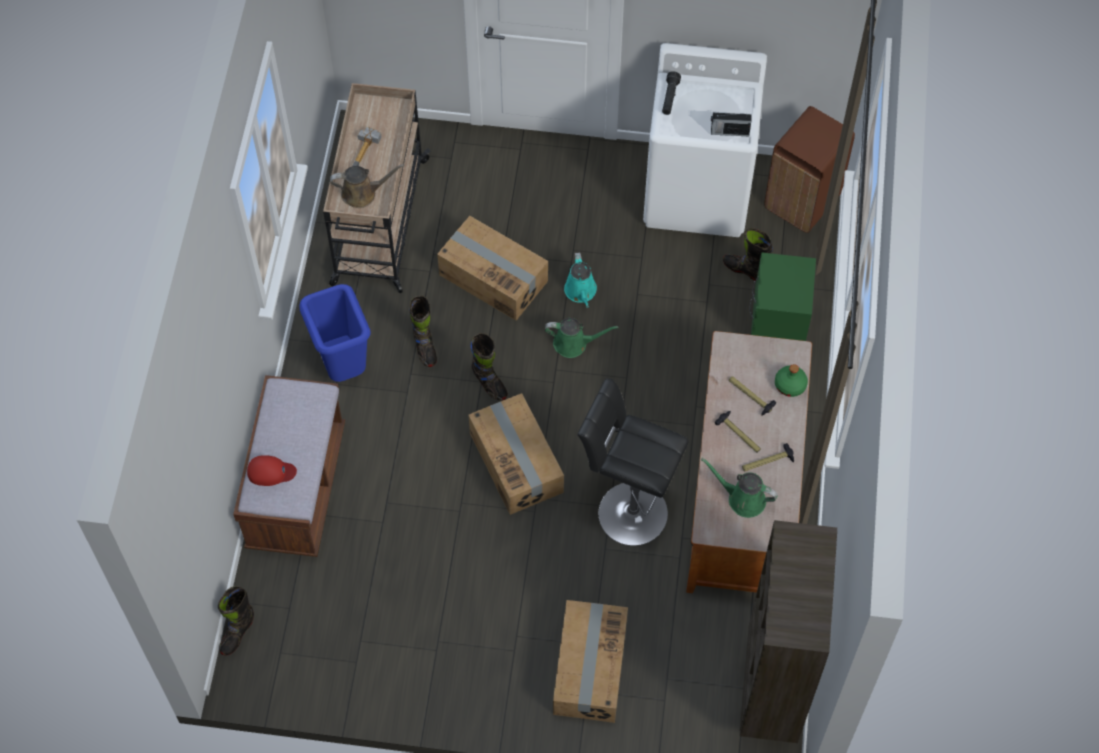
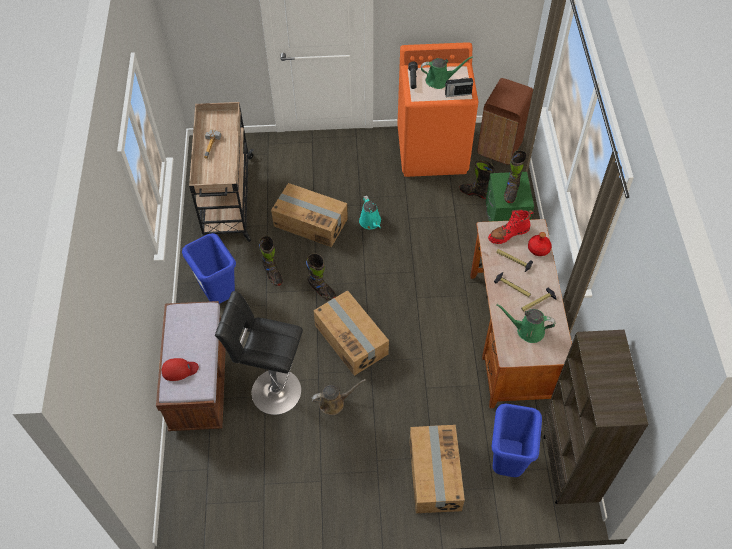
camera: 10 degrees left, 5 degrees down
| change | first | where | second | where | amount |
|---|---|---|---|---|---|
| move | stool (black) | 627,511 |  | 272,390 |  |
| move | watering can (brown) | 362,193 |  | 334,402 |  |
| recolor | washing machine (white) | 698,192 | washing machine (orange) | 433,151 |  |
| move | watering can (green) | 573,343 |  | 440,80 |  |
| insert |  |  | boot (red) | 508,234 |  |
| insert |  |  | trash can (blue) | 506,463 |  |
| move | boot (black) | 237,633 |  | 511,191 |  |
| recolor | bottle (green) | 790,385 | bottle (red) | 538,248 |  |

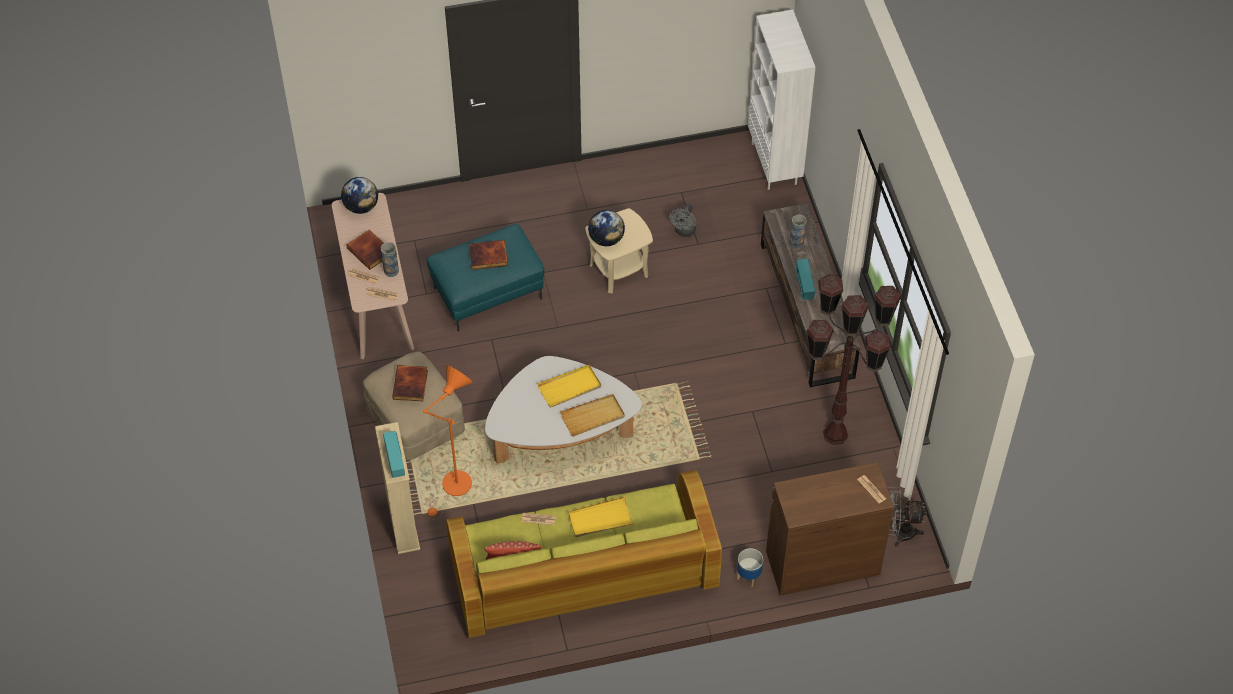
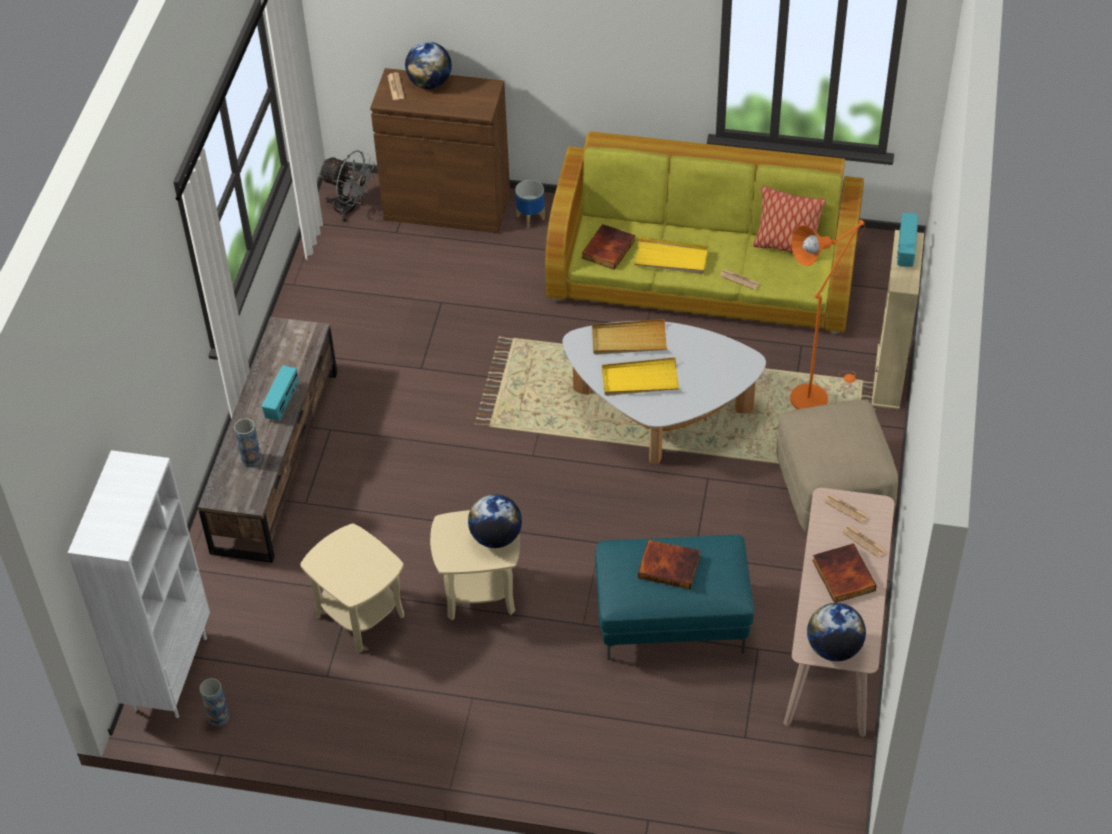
camera: 155 degrees left, 5 degrees down
| change | first | where | second | where | amount |
|---|---|---|---|---|---|
| move | vase | 391,271 |  | 218,717 |  |
| replace | fan (grey) | 684,232 | side table (beige) | 359,615 |  |
| insert |  |  | globe | 430,83 |  |
| move | book | 411,385 |  | 607,248 |  |
| delete | floor lamp (brown) | 835,433 |  |  |  |

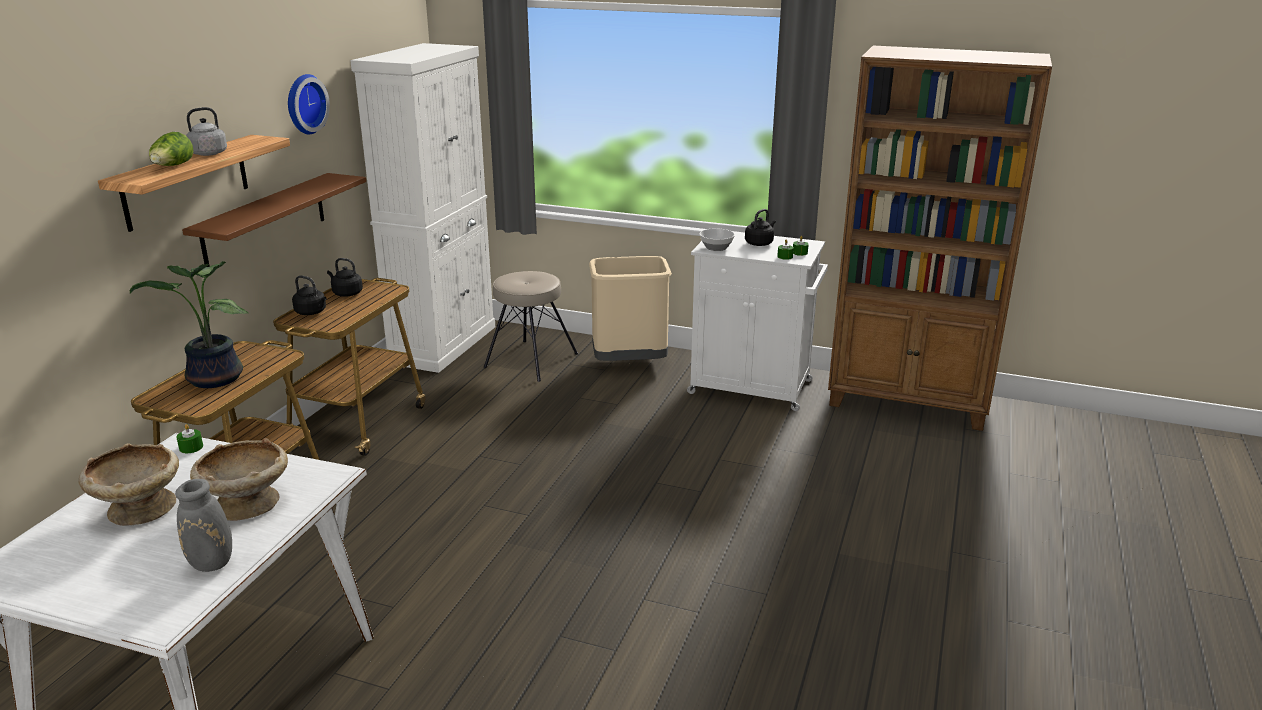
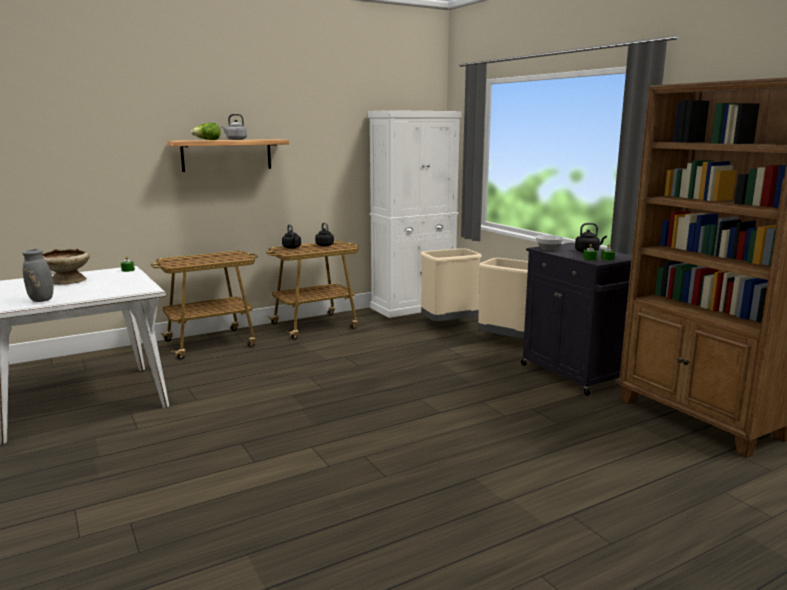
camera: 40 degrees right, 10 degrees down
| change | first | where | second | where | amount |
|---|---|---|---|---|---|
| replace | stool (beige) | 530,360 | trash can (beige) | 449,325 |  |
| recolor | cabinet (white) | 753,387 | cabinet (black) | 576,374 |  |
| delete | potted plant | 212,380 |  |  |  |
| delete | shelf (brown) | 265,221 |  |  |  |
| delete | bowl (beige) | 247,505 |  |  |  |
| delete | wall clock | 303,104 |  |  |  |

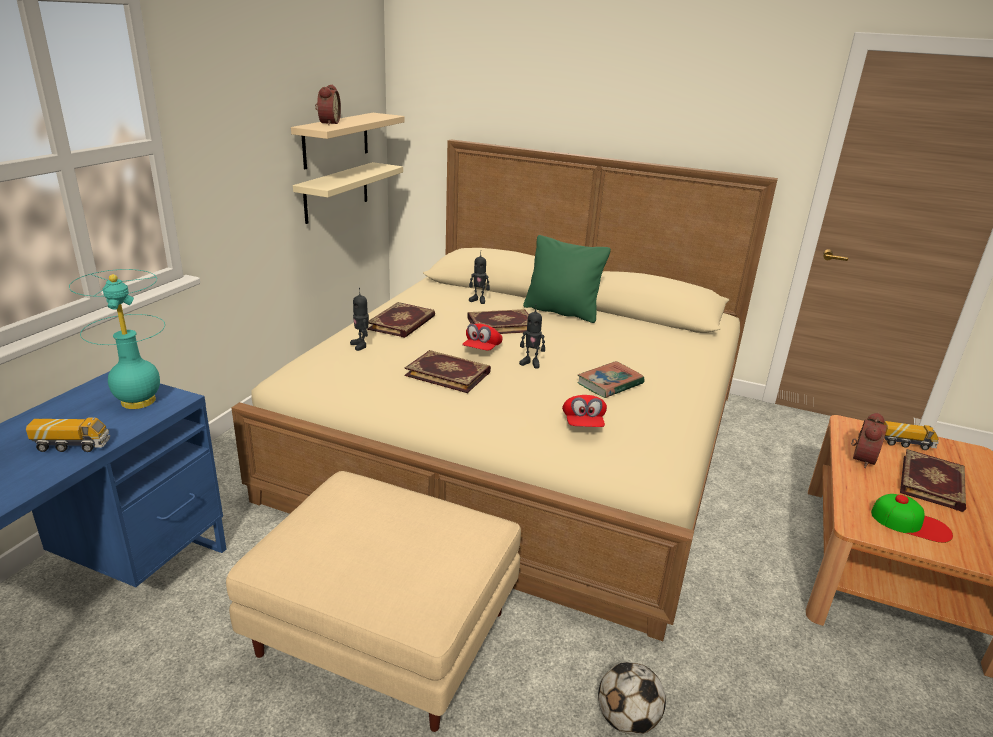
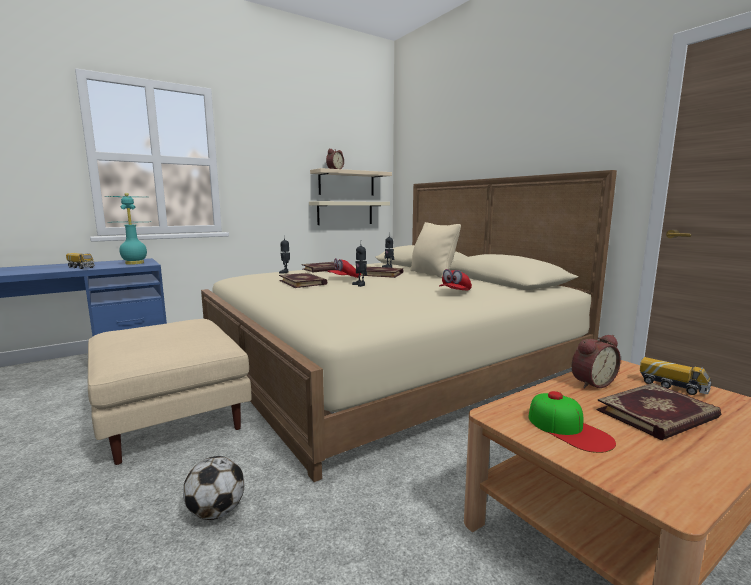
camera: 35 degrees right, 15 degrees down
| change | first | where | second | where | amount |
|---|---|---|---|---|---|
| recolor | pillow (green) | 562,312 | pillow (beige) | 432,274 |  |
| move | cap (red) | 583,424 |  | 455,292 |  |
| delete | book | 610,383 |  |  |  |

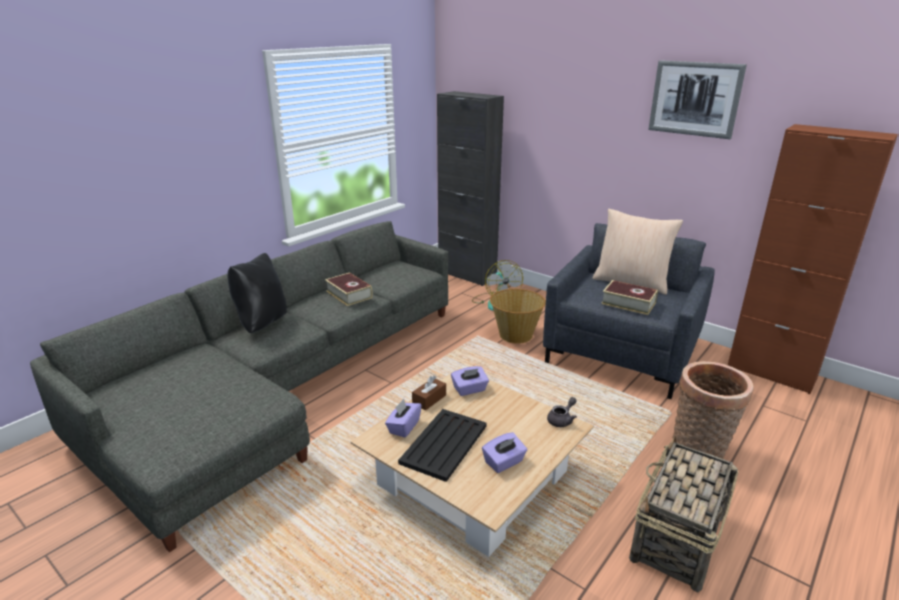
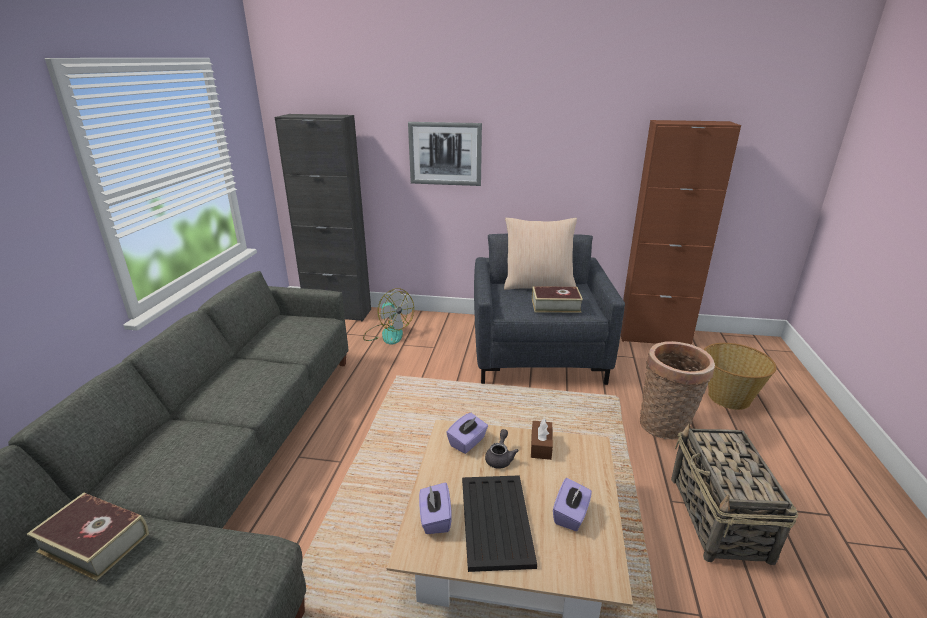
camera: 30 degrees left, 0 degrees up
| change | first | where | second | where | amount |
|---|---|---|---|---|---|
| move | book | 349,294 |  | 94,542 |  |
| move | picture | 695,99 |  | 445,153 |  |
| move | teapot (grey) | 562,420 |  | 500,458 |  |
| move | tissue box (brown) | 429,399 |  | 541,446 |  |
| move | basket | 515,334 |  | 728,397 |  |
| delete | pillow (black) | 261,323 |  |  |  |

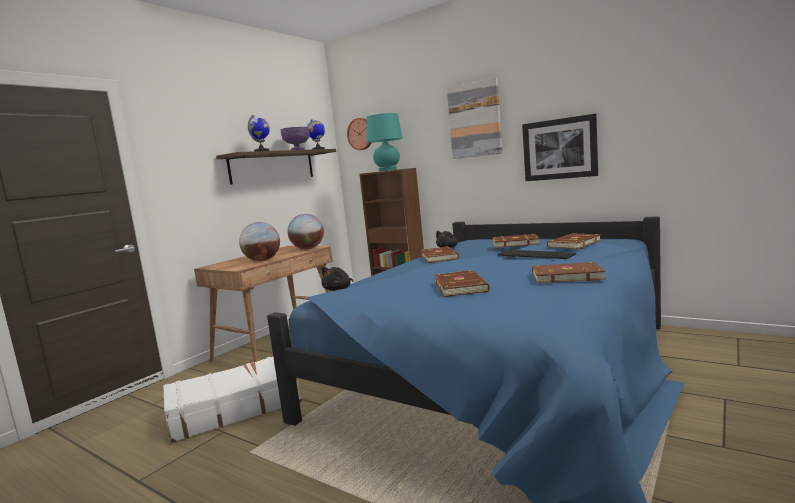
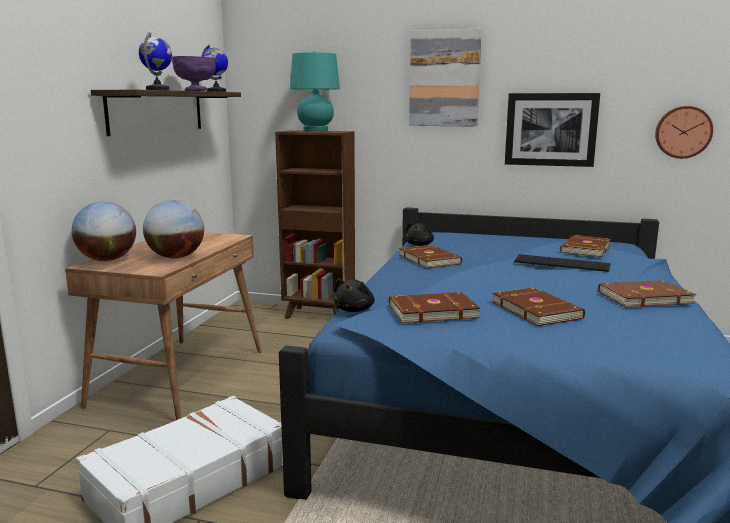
camera: 20 degrees left, 5 degrees up
| change | first | where | second | where | amount |
|---|---|---|---|---|---|
| move | globe | 308,249 |  | 107,260 |  |
| move | book (brown) | 515,243 |  | 431,311 |  |
| move | wall clock | 361,134 |  | 683,132 |  |

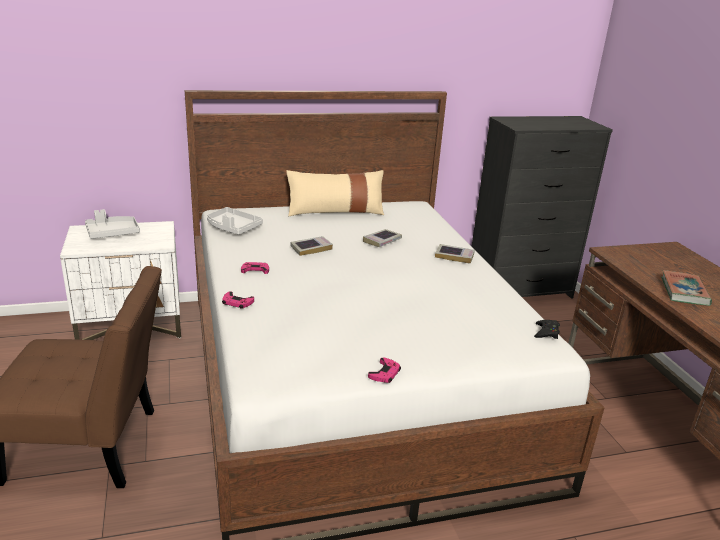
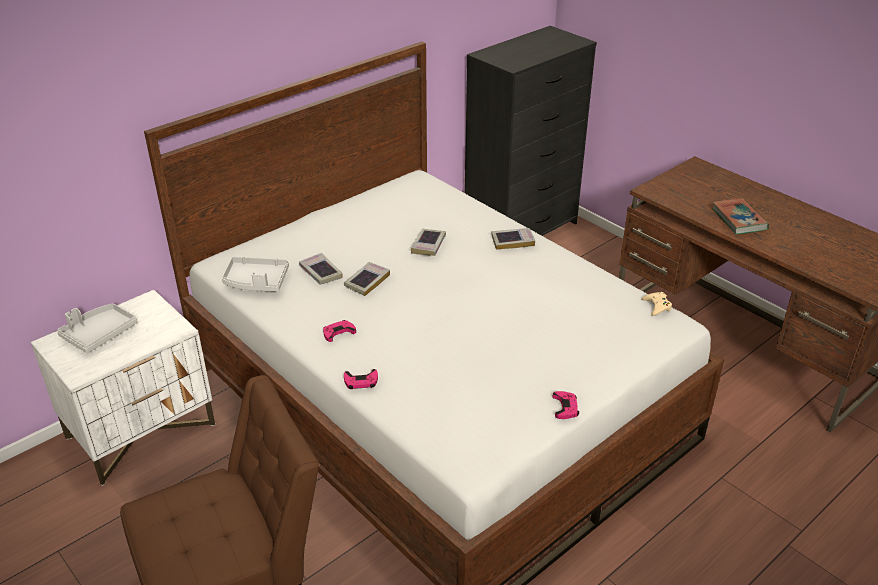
camera: 25 degrees left, 10 degrees up
| change | first | where | second | where | amount |
|---|---|---|---|---|---|
| insert |  |  | book | 320,272 |  |
| recolor | game controller (black) | 546,332 | game controller (beige) | 657,306 |  |
| delete | pillow (beige) | 335,211 |  |  |  |

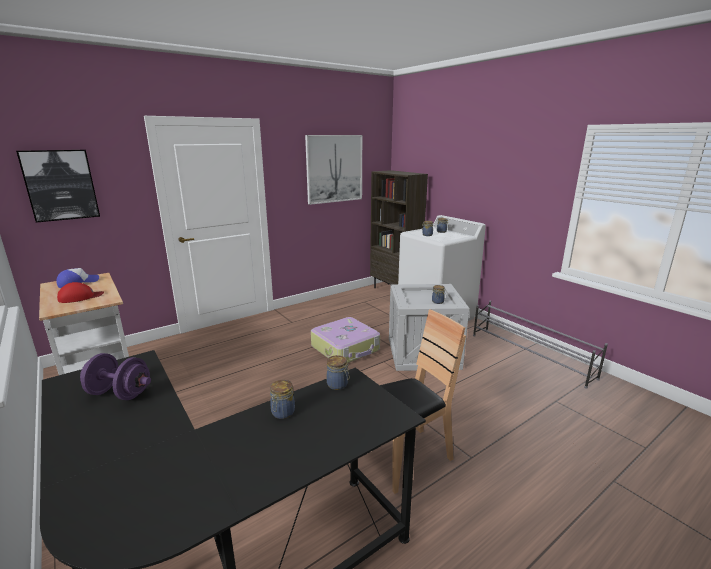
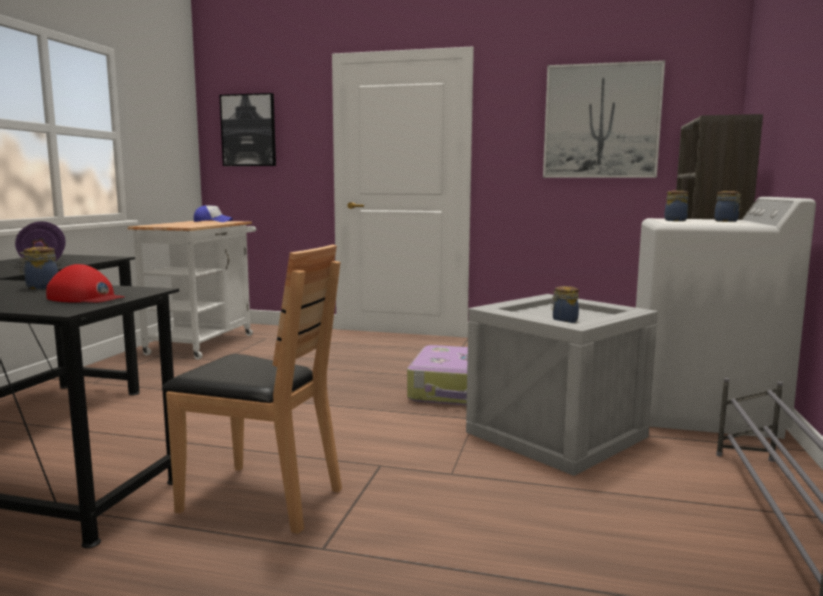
camera: 50 degrees right, 10 degrees down
| change | first | where | second | where | amount |
|---|---|---|---|---|---|
| move | cap (red) | 80,297 |  | 86,298 |  |
| delete | jar | 338,385 |  |  |  |

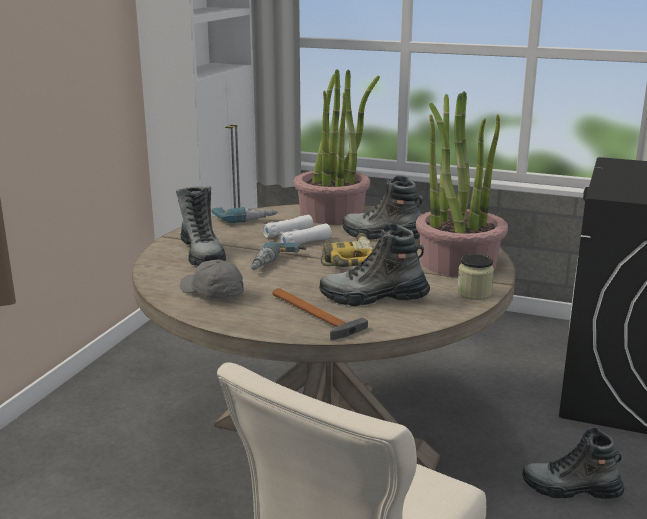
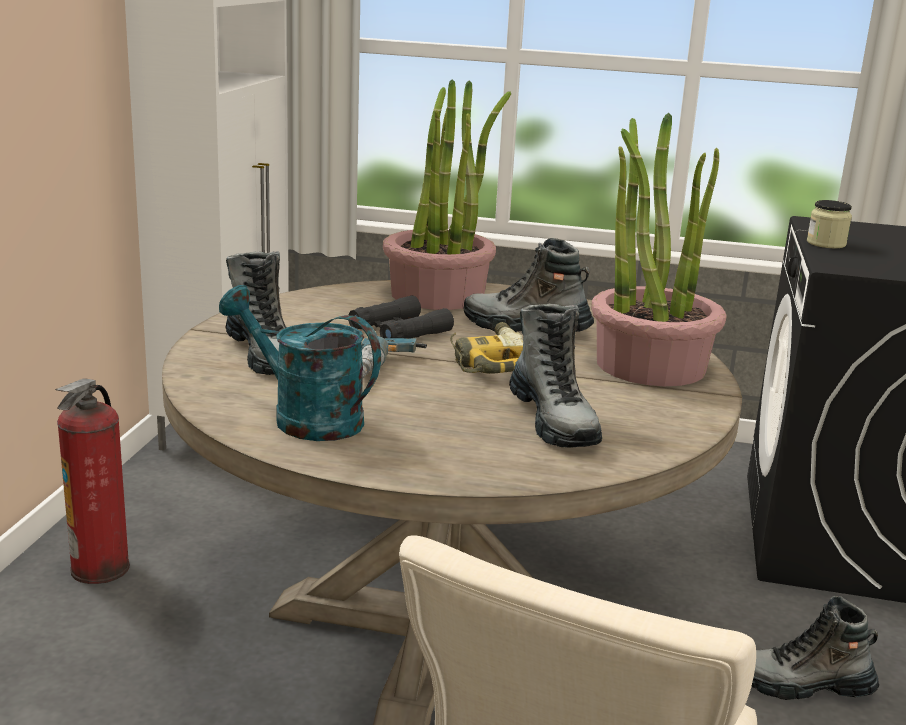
camera: 10 degrees left, 0 degrees up
| change | first | where | second | where | amount |
|---|---|---|---|---|---|
| insert |  |  | fire extinguisher | 100,568 |  |
| replace | cap (grey) | 212,293 | watering can (turquoise) | 304,417 |  |
| recolor | binoculars (white) | 296,238 | binoculars (black) | 400,330 |  |
| rotate | boot | 373,298 |  | 553,420 | 105 degrees counterclockwise |
| move | jar | 474,293 |  | 826,243 |  |
| delete | power drill | 244,218 |  |  |  |
| delete | hammer | 316,316 |  |  |  |

